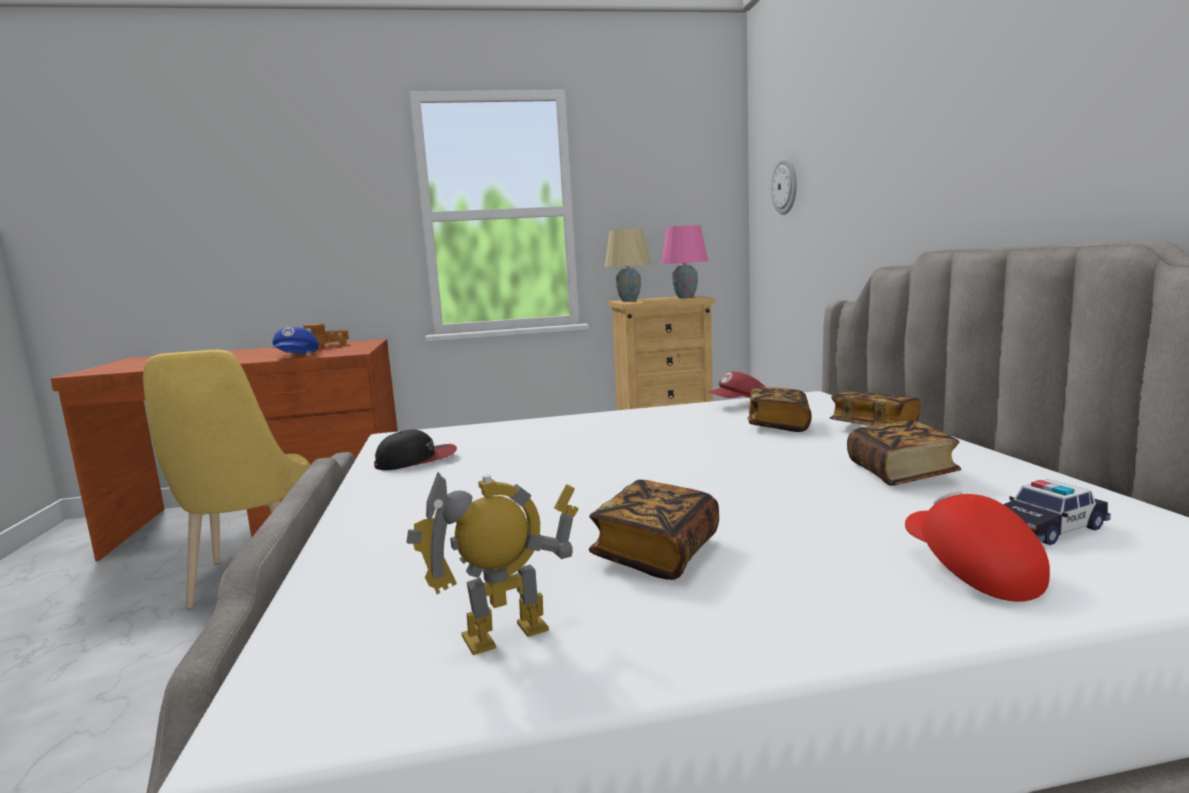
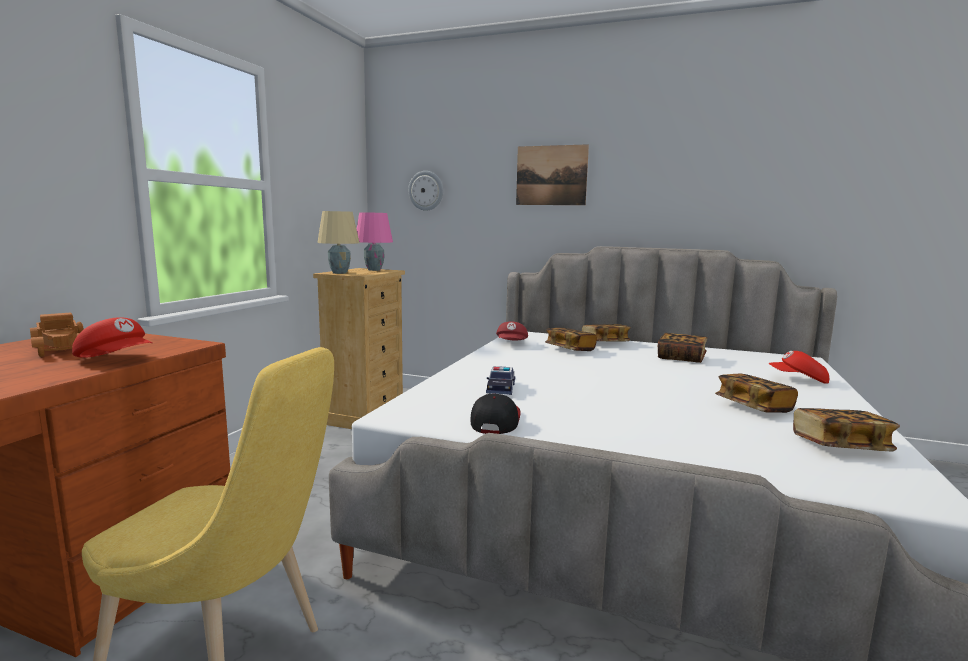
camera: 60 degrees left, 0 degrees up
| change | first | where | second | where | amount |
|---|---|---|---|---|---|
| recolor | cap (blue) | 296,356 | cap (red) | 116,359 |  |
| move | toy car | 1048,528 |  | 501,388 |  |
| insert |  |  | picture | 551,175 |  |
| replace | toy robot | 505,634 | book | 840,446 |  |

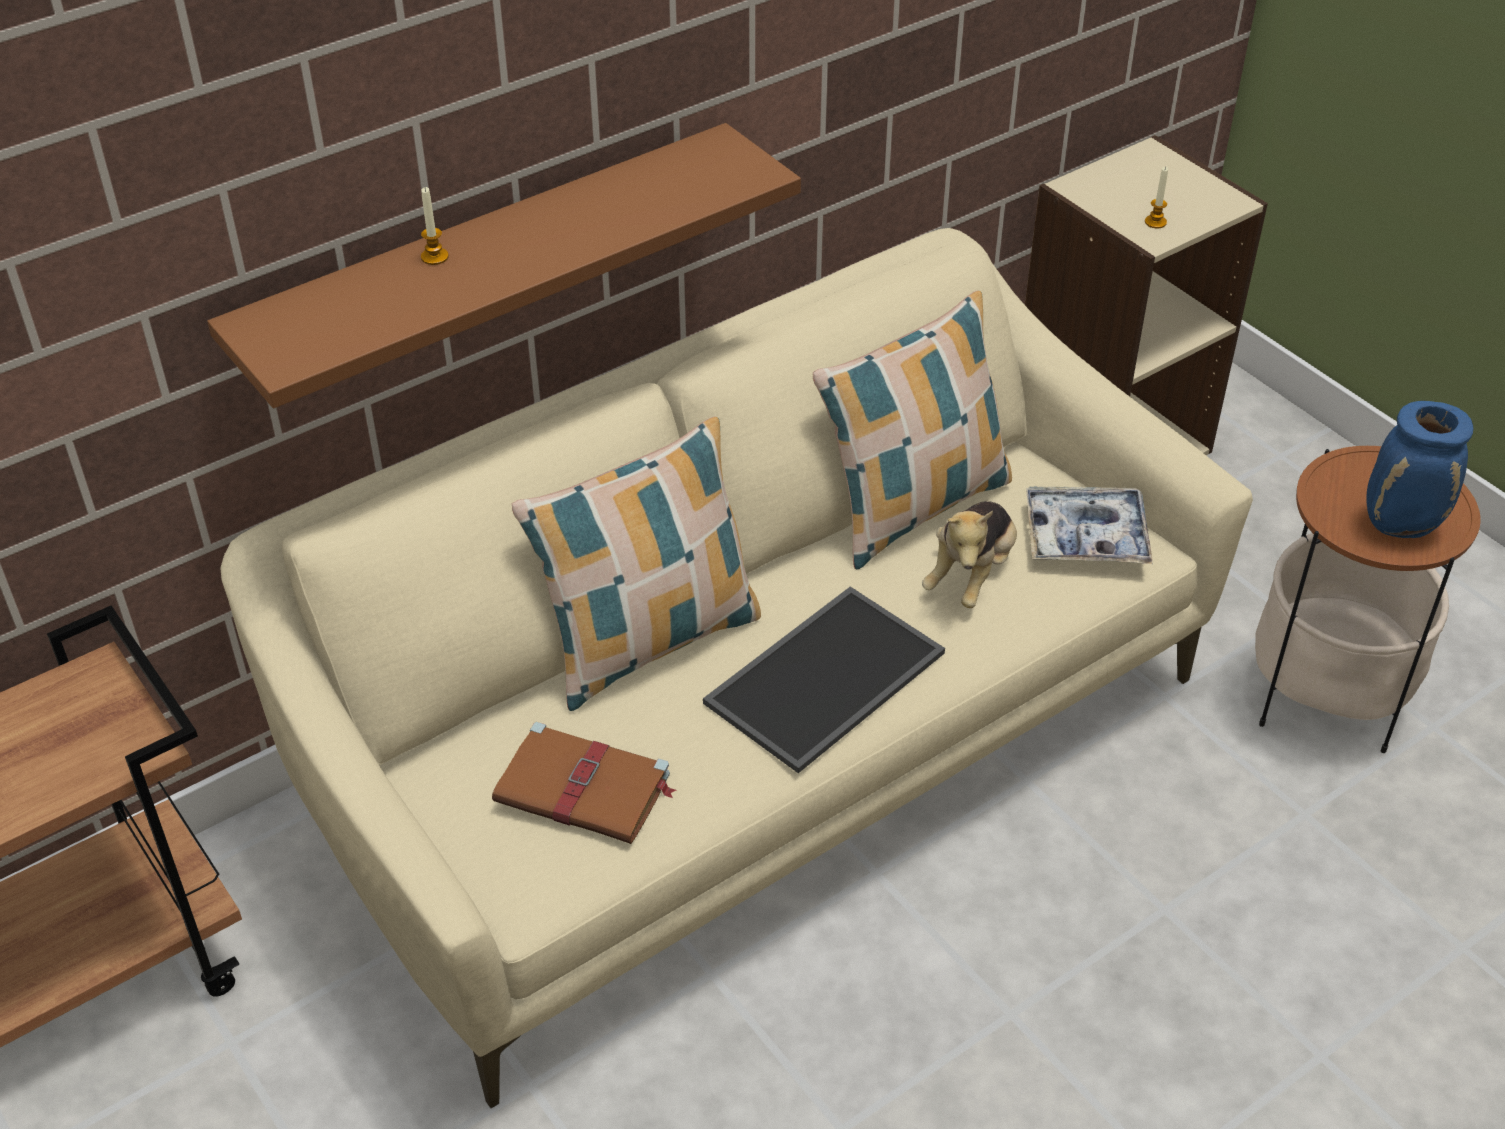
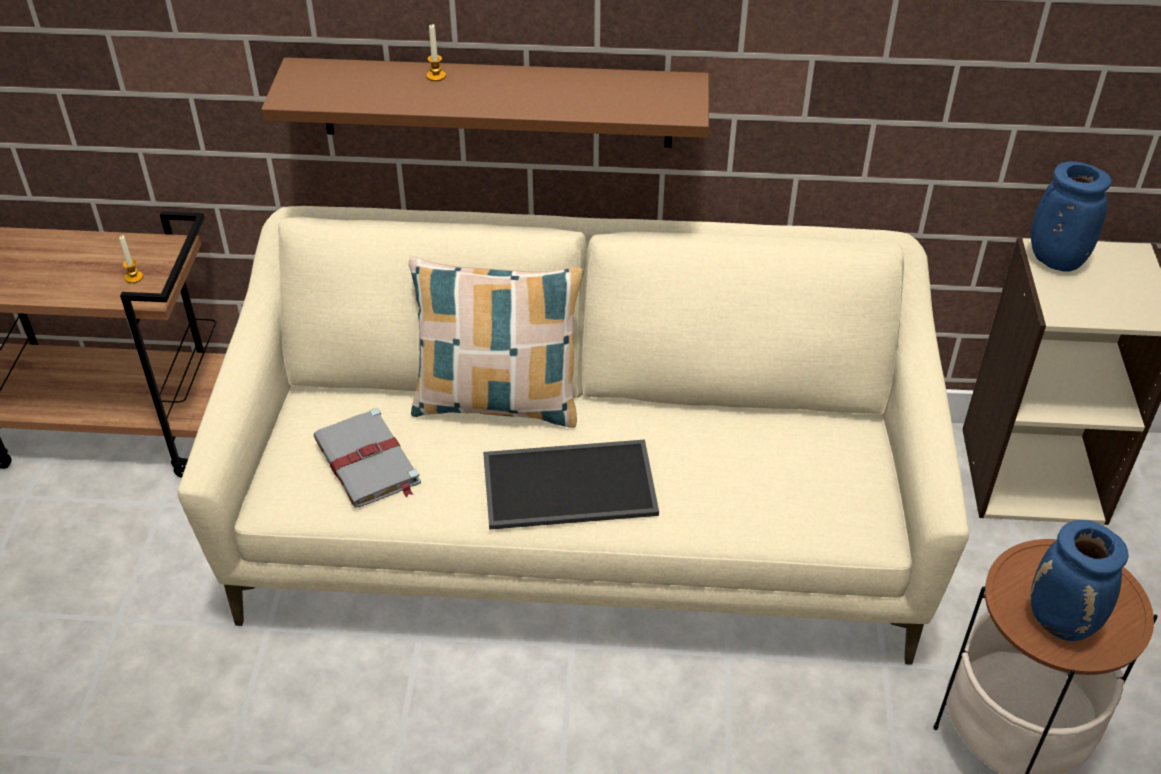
camera: 40 degrees right, 0 degrees up
| change | first | where | second | where | amount |
|---|---|---|---|---|---|
| move | candle | 1155,222 |  | 134,277 |  |
| recolor | book (brown) | 585,789 | book (grey) | 368,463 |  |
| insert |  |  | vase (blue) | 1054,260 |  |
| delete | pillow | 913,506 |  |  |  |
| delete | plush toy | 971,574 |  |  |  |
| delete | tray | 1086,536 |  |  |  |

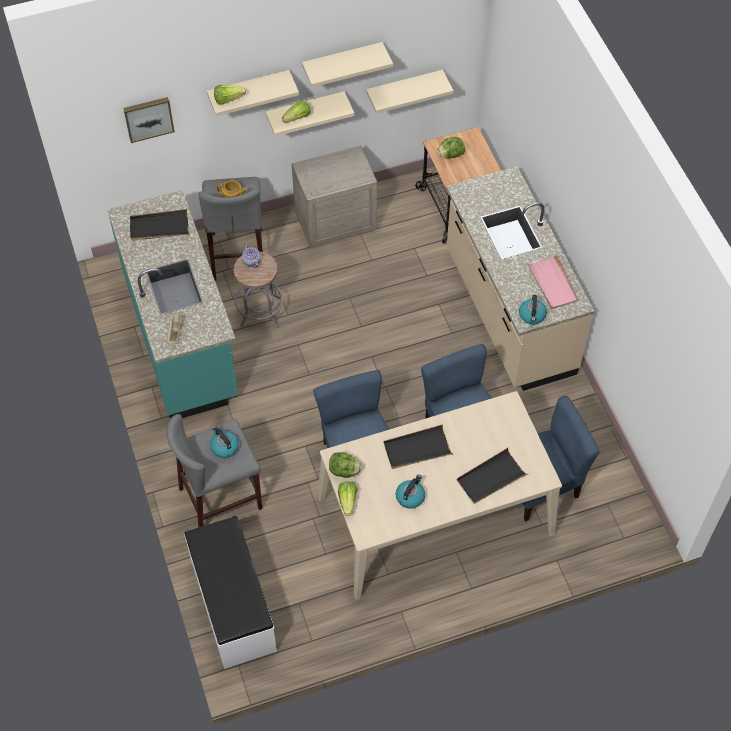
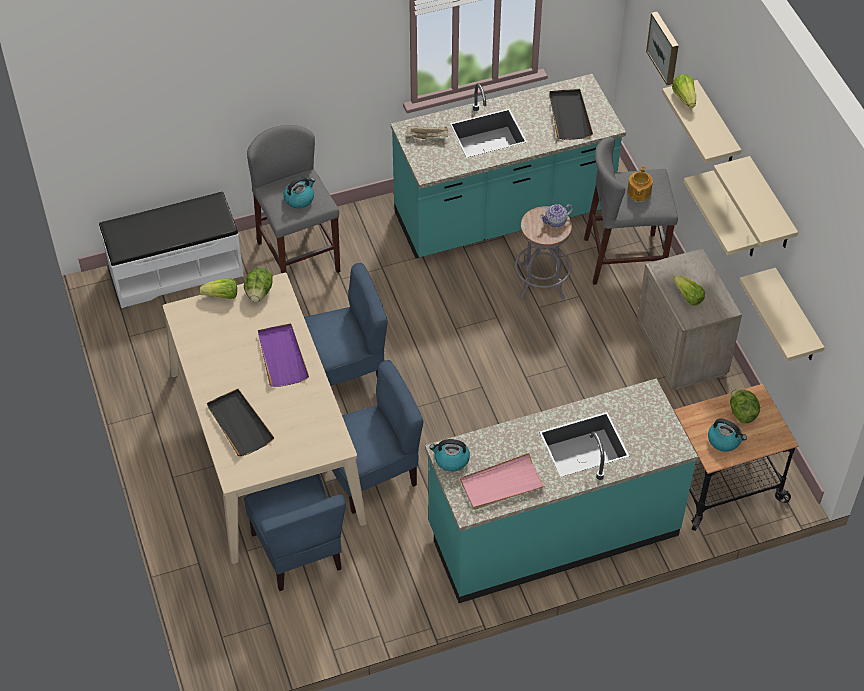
camera: 90 degrees right, 5 degrees down
| change | first | where | second | where | amount |
|---|---|---|---|---|---|
| recolor | tray (black) | 417,449 | tray (purple) | 282,357 |  |
| recolor | counter (beige) | 508,313 | counter (turquoise) | 552,530 |  |
| move | lettuce | 297,118 |  | 688,297 |  |
| move | kettle | 410,496 |  | 724,440 |  |

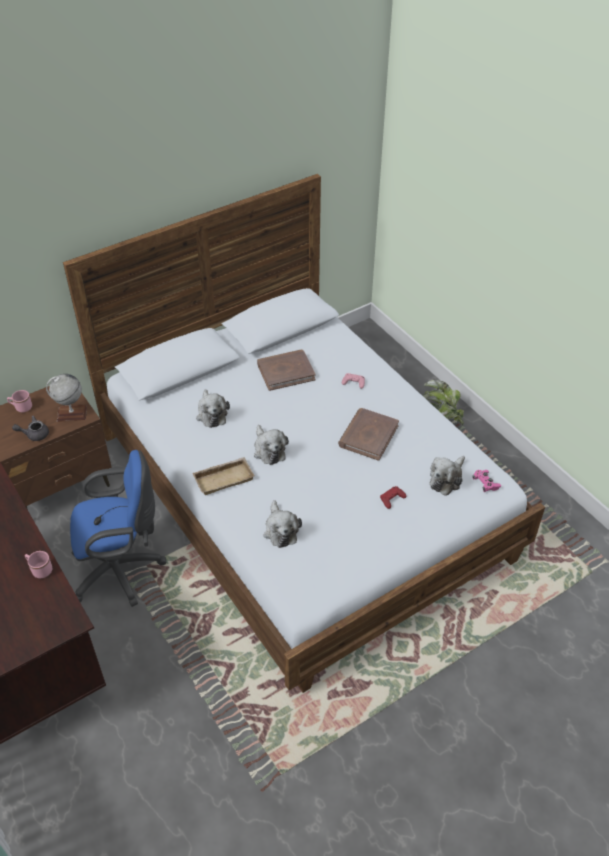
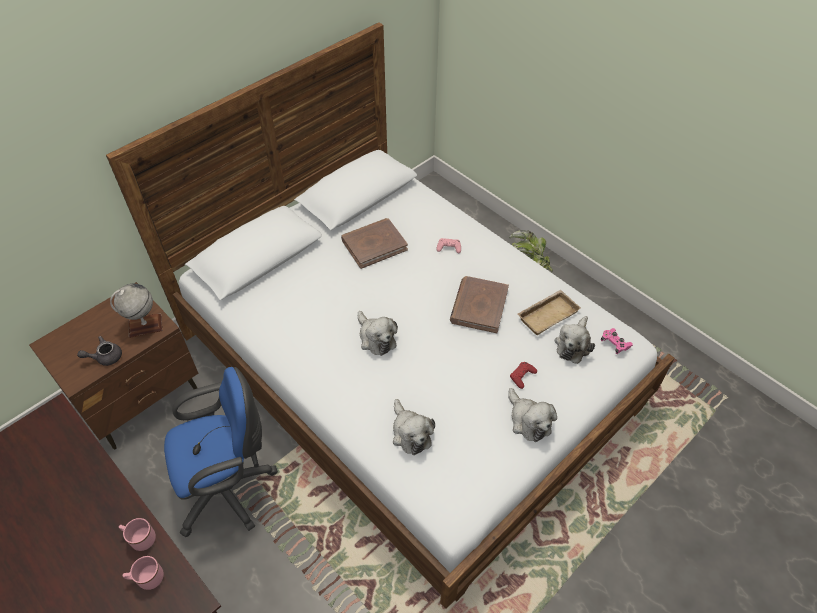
camera: 10 degrees left, 5 degrees up
| change | first | where | second | where | amount |
|---|---|---|---|---|---|
| move | mug (pink) | 21,407 |  | 147,578 |  |
| move | plush toy | 211,414 |  | 528,421 |  |
| move | tray (beige) | 224,478 |  | 547,314 |  |

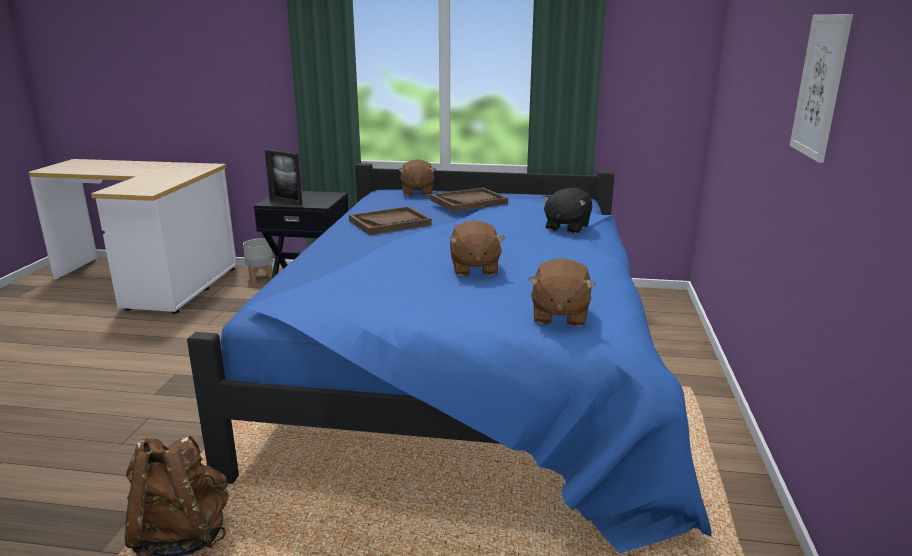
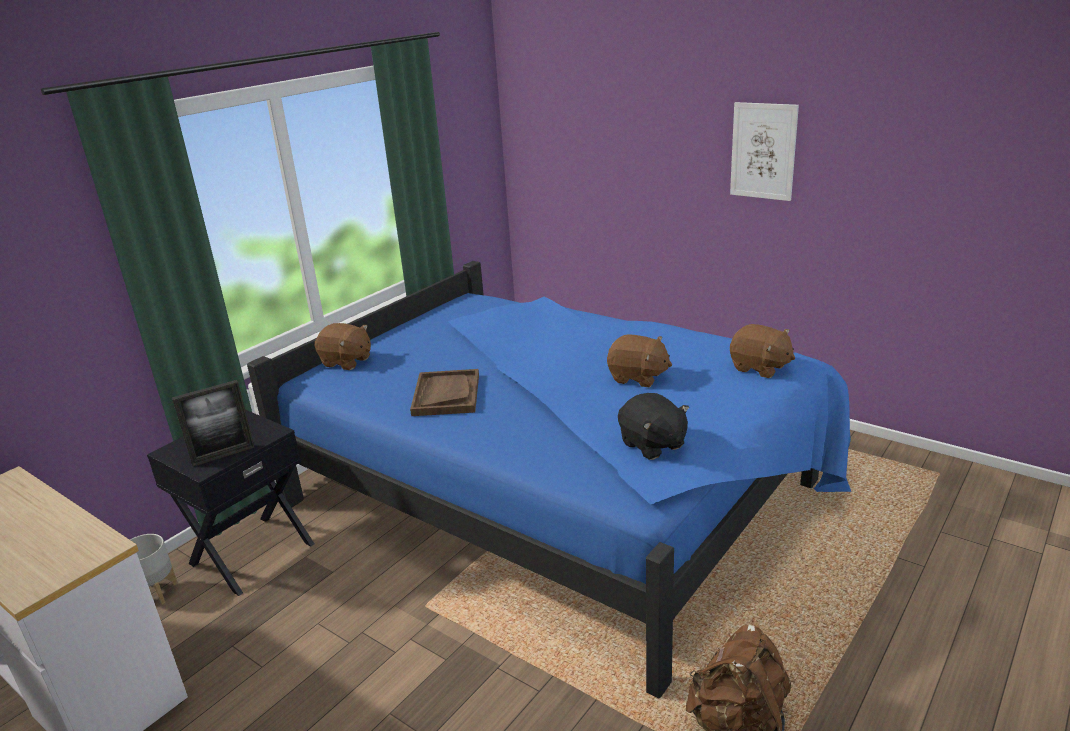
camera: 60 degrees left, 5 degrees up
| change | first | where | second | where | amount |
|---|---|---|---|---|---|
| move | plush toy (black) | 566,227 |  | 652,445 |  |
| delete | tray (brown) | 469,202 |  |  |  |

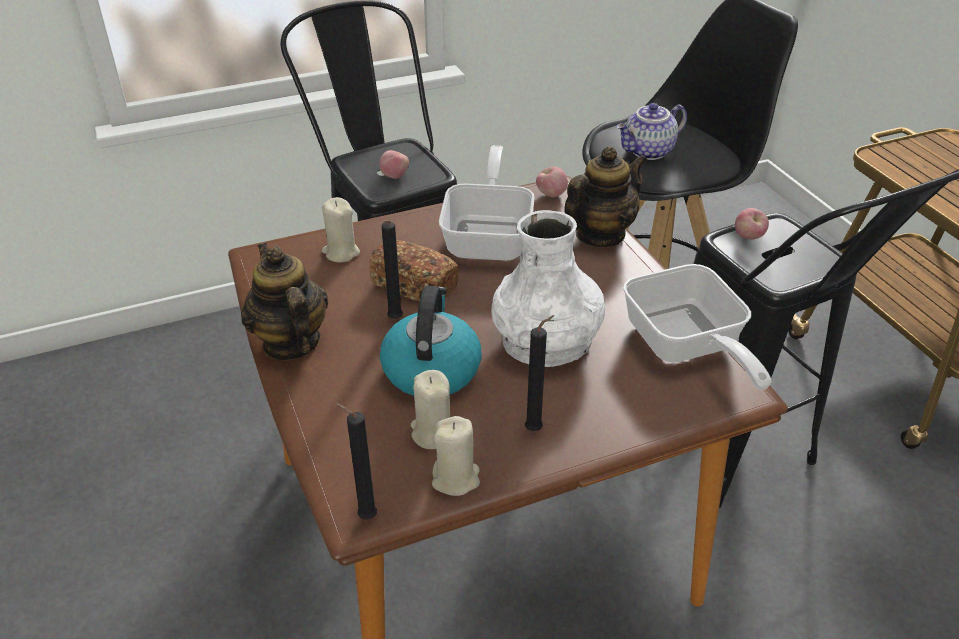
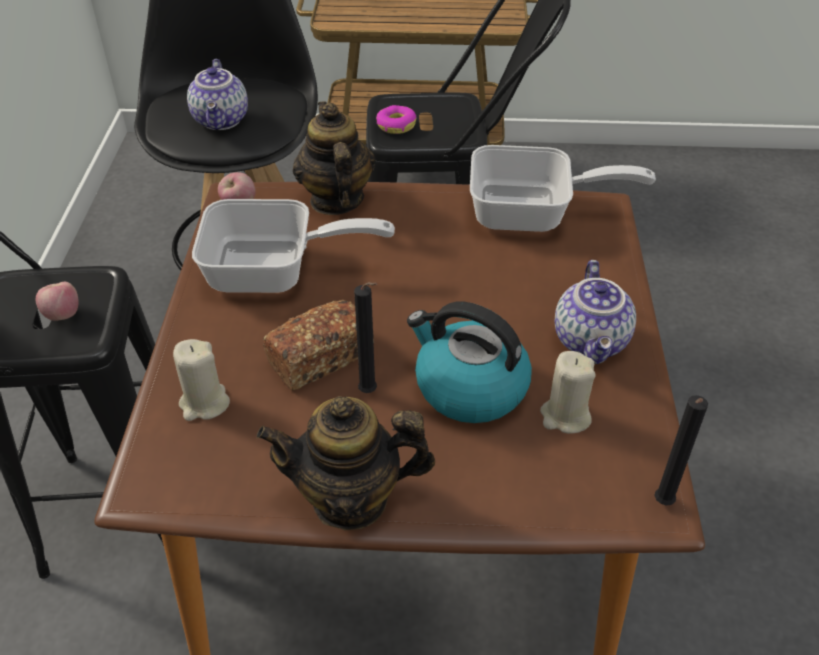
camera: 65 degrees left, 5 degrees up
| change | first | where | second | where | amount |
|---|---|---|---|---|---|
| rotate | frying pan | 490,236 |  | 275,272 | 150 degrees clockwise |
| replace | apple | 748,237 | donut | 396,125 |  |
| replace | candle (black) | 536,429 | teapot | 592,341 |  |
| delete | candle (beige) | 456,478 |  |  |  |
| delete | vase (white) | 547,340 |  |  |  |

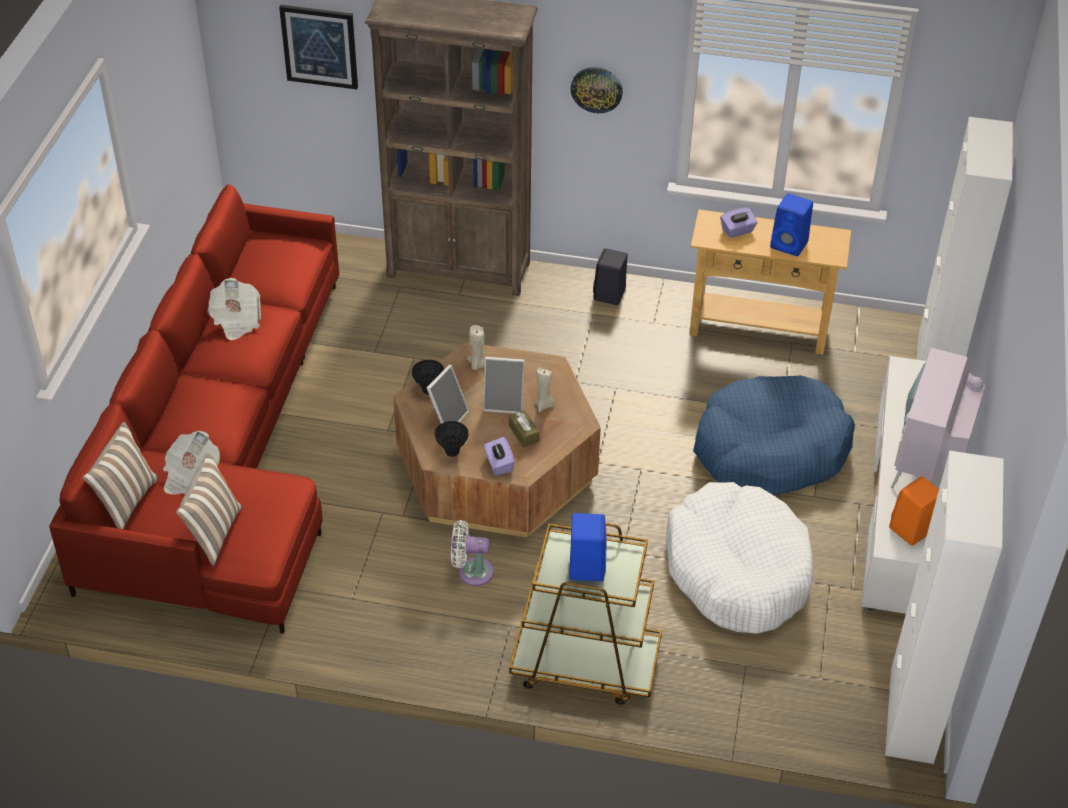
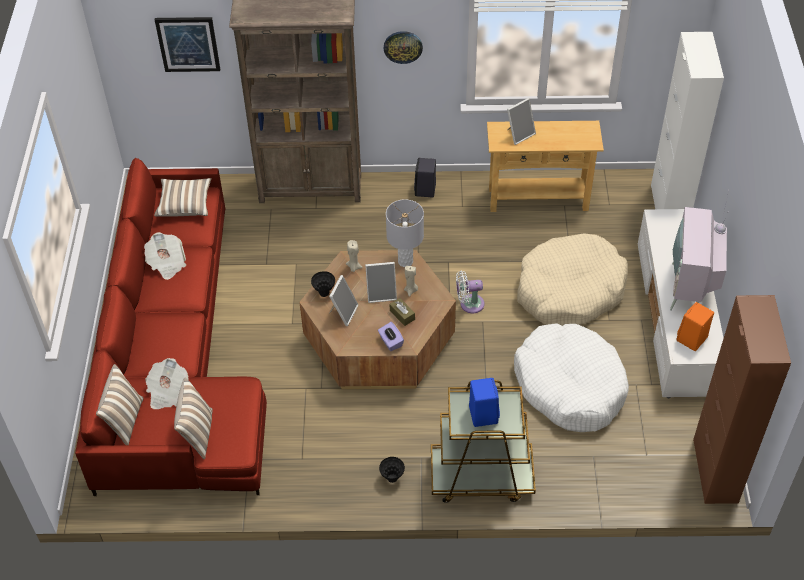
camera: 10 degrees left, 5 degrees up
| change | first | where | second | where | amount |
|---|---|---|---|---|---|
| insert |  |  | pillow | 185,204 |  |
| move | vase (black) | 452,452 |  | 392,478 |  |
| insert |  |  | table lamp (grey) | 405,261 |  |
| move | fan (white) | 471,571 |  | 469,304 |  |
| replace | tissue box (purple) | 737,230 | picture frame | 519,134 |  |
| recolor | dog bed (blue) | 770,450 | dog bed (beige) | 569,290 |  |
| recolor | cabinet (white) | 911,715 | cabinet (brown) | 715,471 |  |
| delete | speaker (blue) | 790,245 |  |  |  |

